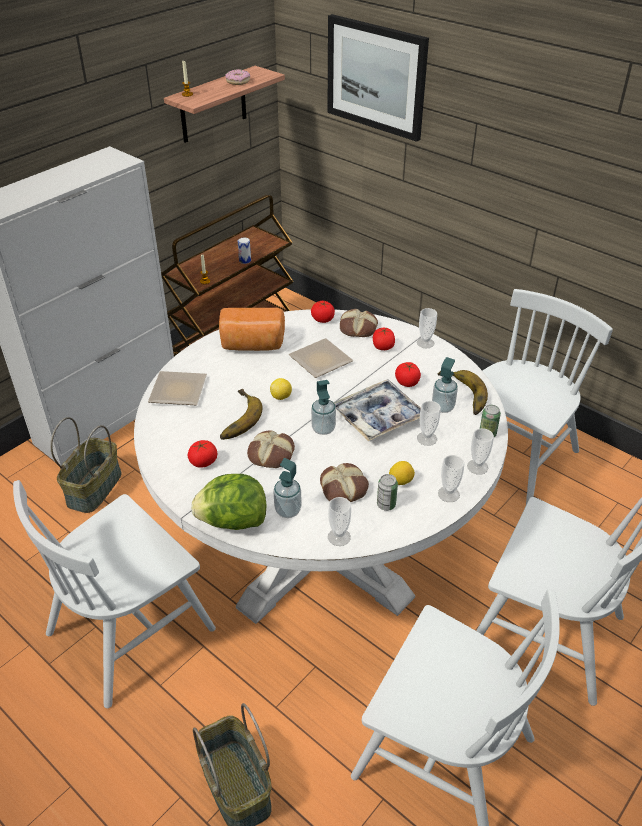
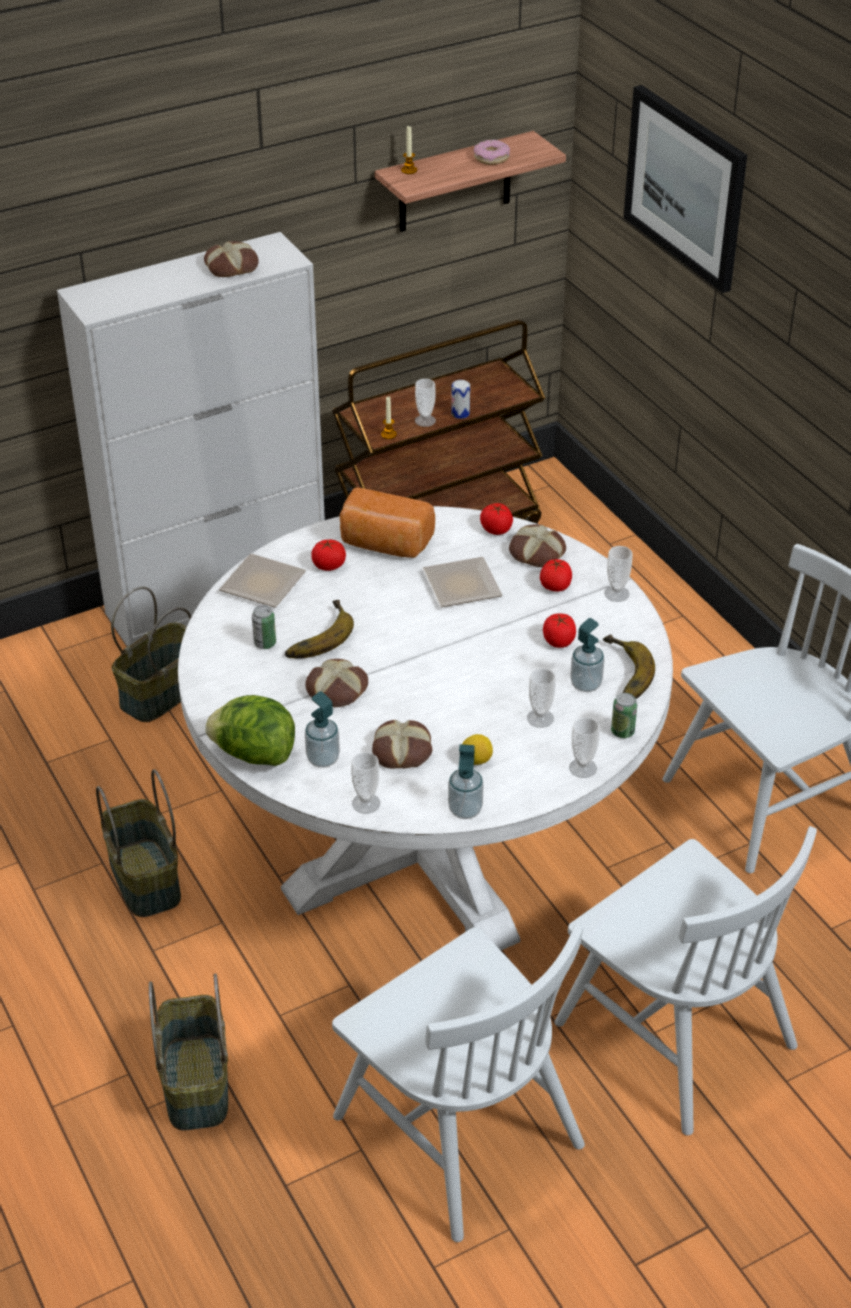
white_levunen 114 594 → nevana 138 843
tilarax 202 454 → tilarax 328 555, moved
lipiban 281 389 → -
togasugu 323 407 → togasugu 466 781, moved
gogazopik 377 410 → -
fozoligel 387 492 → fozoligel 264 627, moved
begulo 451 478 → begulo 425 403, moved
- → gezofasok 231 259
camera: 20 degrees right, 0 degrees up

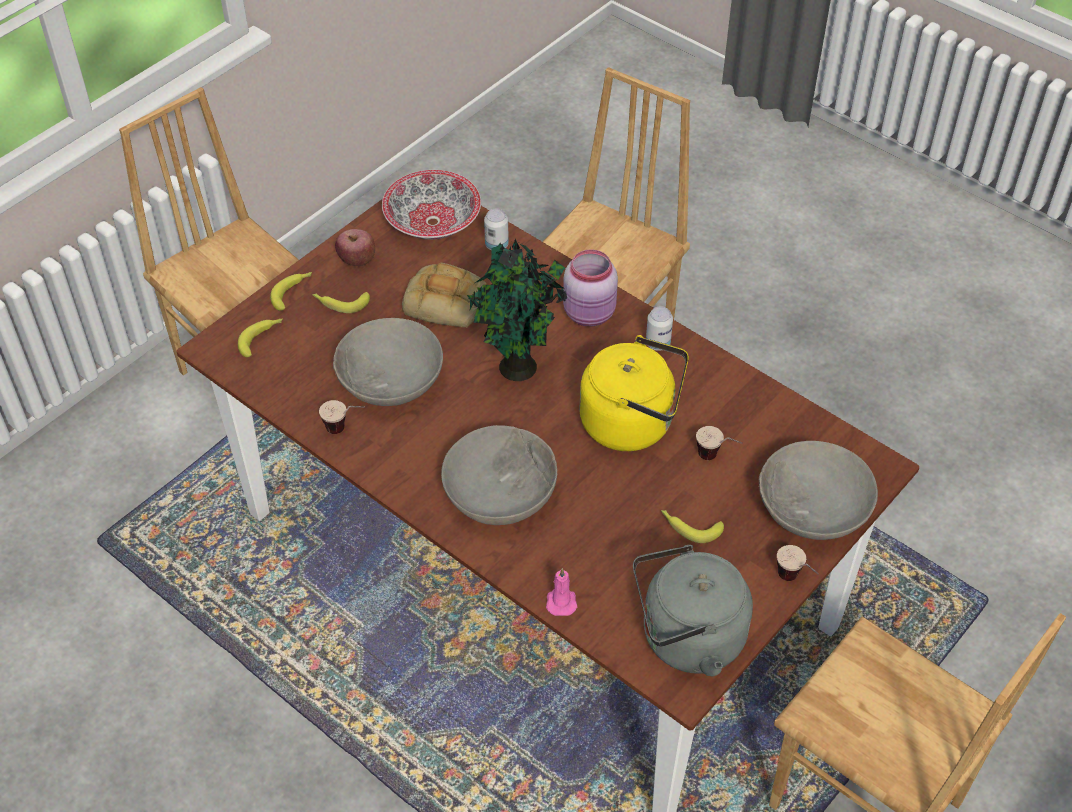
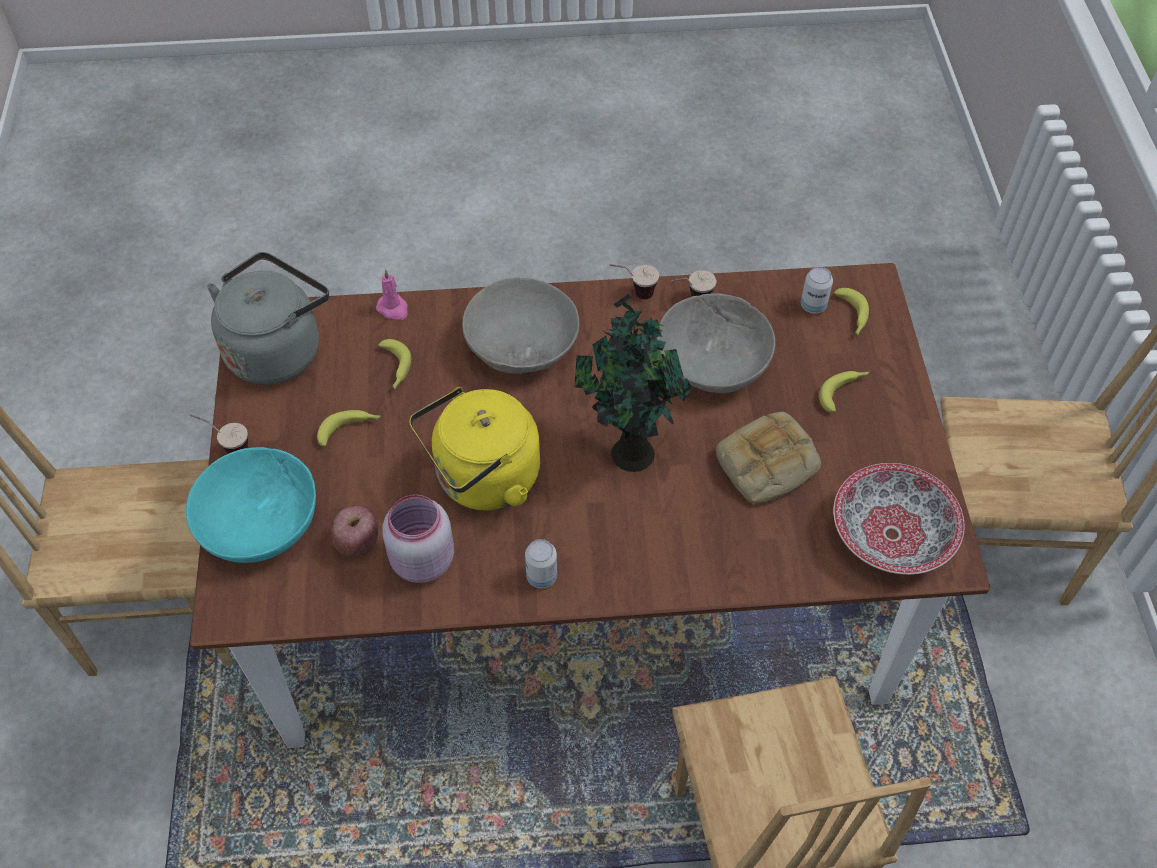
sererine 291 291 → sererine 394 364, moved
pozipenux 355 247 → pozipenux 354 531, moved
fozoligel 496 229 → fozoligel 817 290, moved
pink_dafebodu 590 288 → pink_dafebodu 418 539, moved
begulo 719 443 → begulo 634 281, moved
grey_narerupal 818 490 → turquoise_narerupal 251 505
camera: 135 degrees right, 5 degrees up

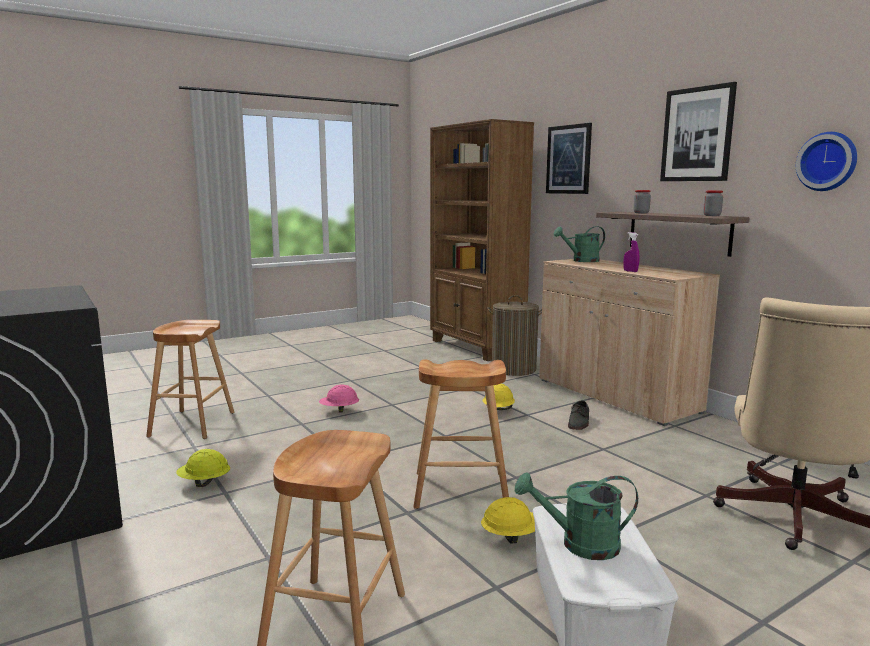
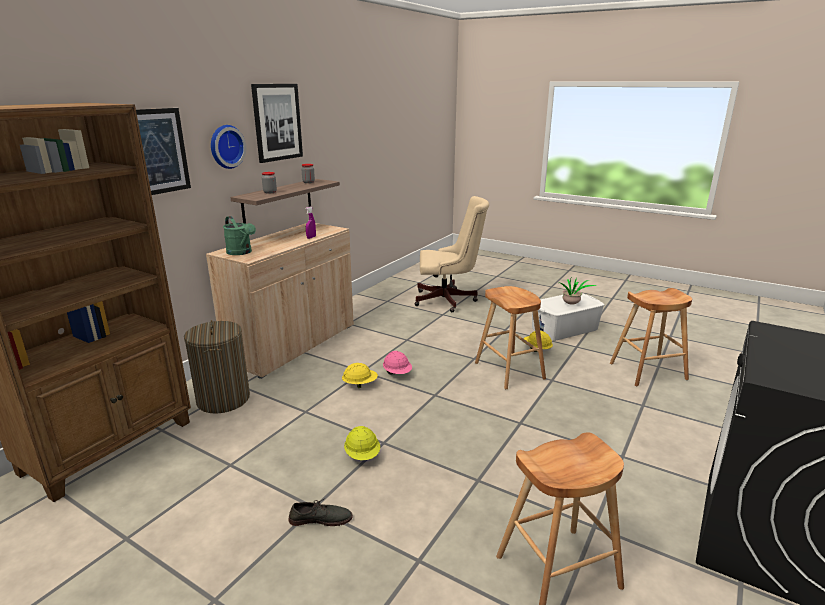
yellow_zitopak 203 468 → yellow_zitopak 362 443, moved
pink_zitopak 339 398 → pink_zitopak 397 362, moved
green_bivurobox 576 516 → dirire 578 291
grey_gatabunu 578 415 → grey_gatabunu 320 512, moved
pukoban 826 161 → pukoban 228 147, moved
camera: 115 degrees left, 10 degrees up

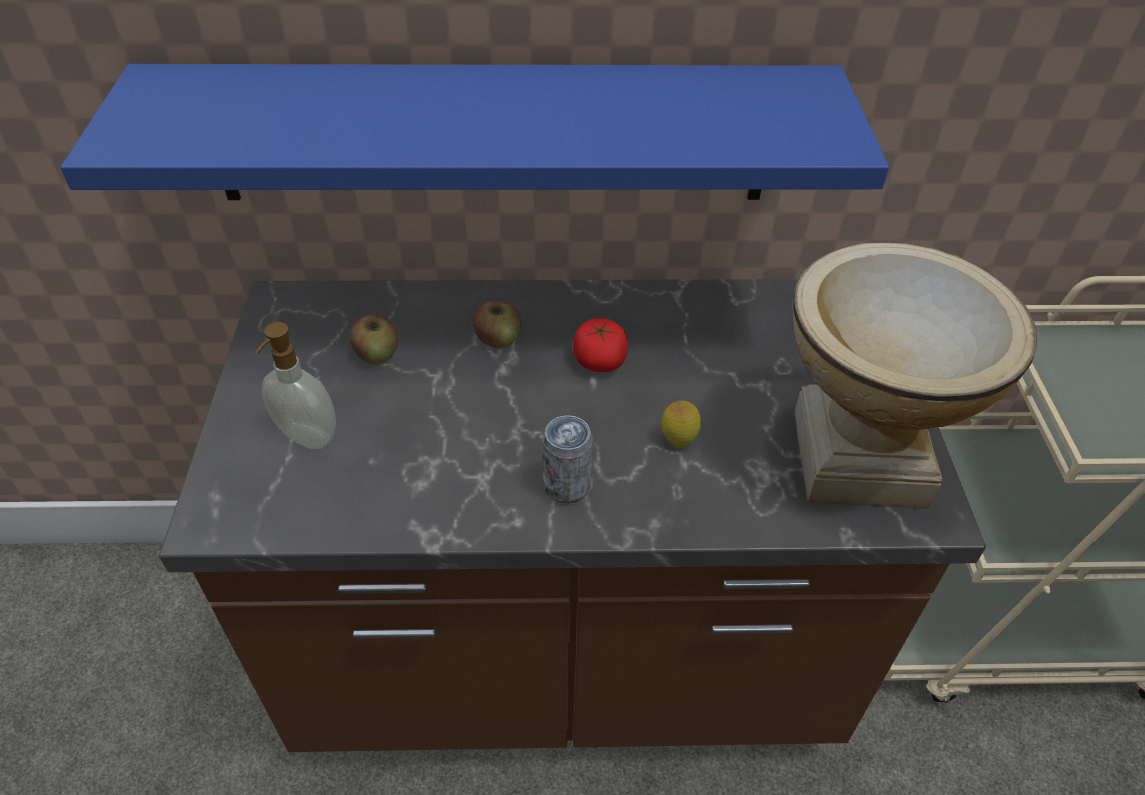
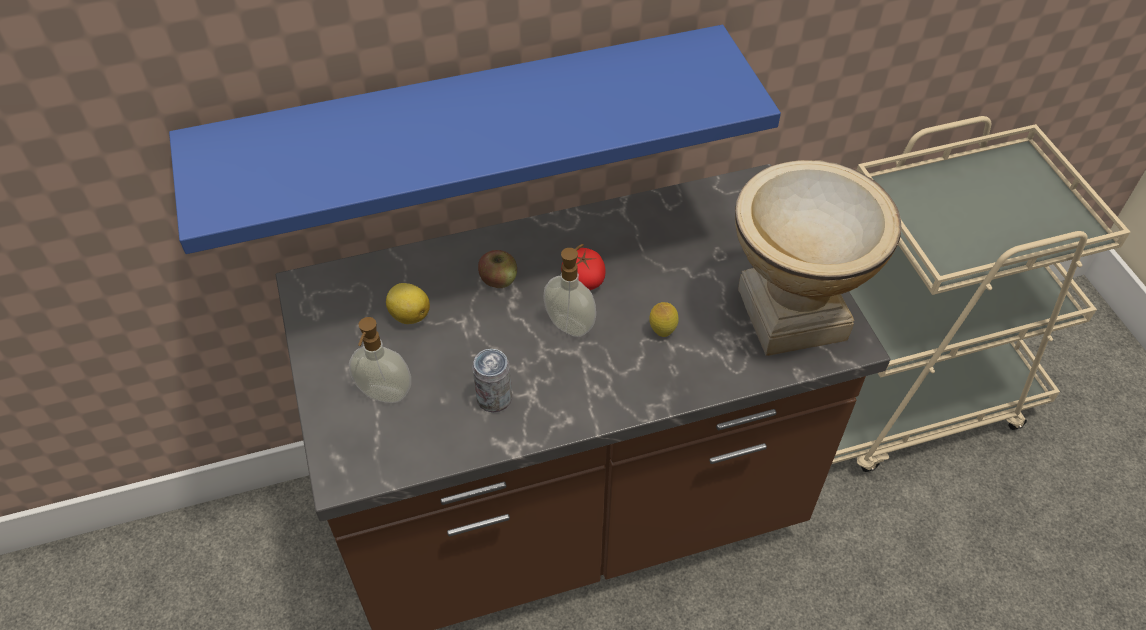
pozipenux 374 340 → lipiban 408 303
fozoligel 567 459 → fozoligel 492 381, moved
- → togasugu 569 290
camera: 15 degrees left, 5 degrees up

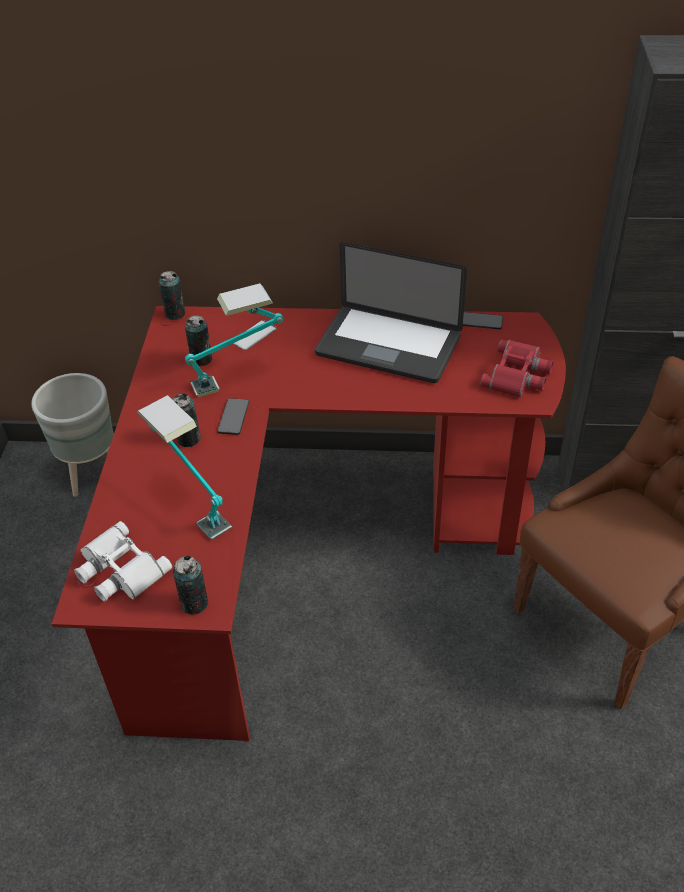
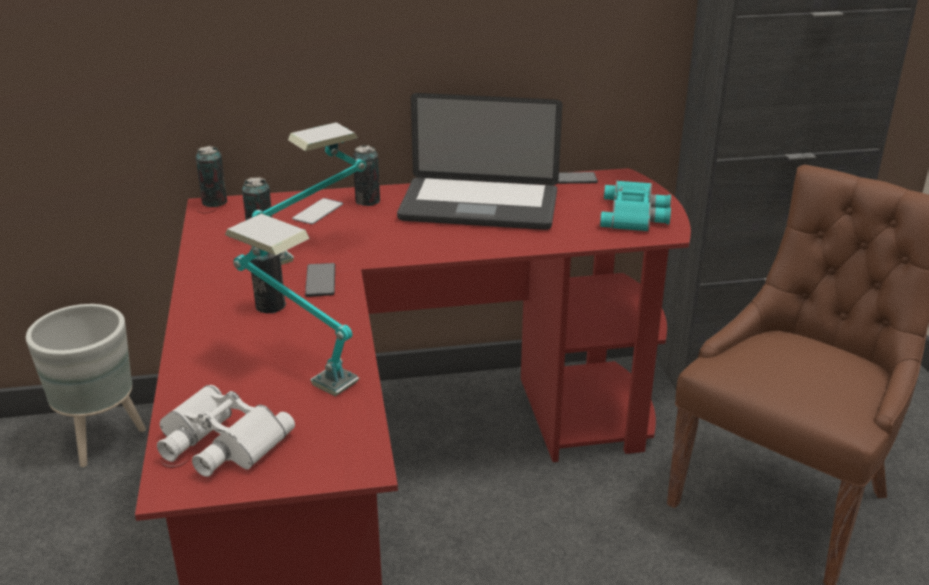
fozoligel 190 585 → fozoligel 366 175, moved
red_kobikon 517 368 → turquoise_kobikon 635 206
camera: 15 degrees left, 15 degrees down

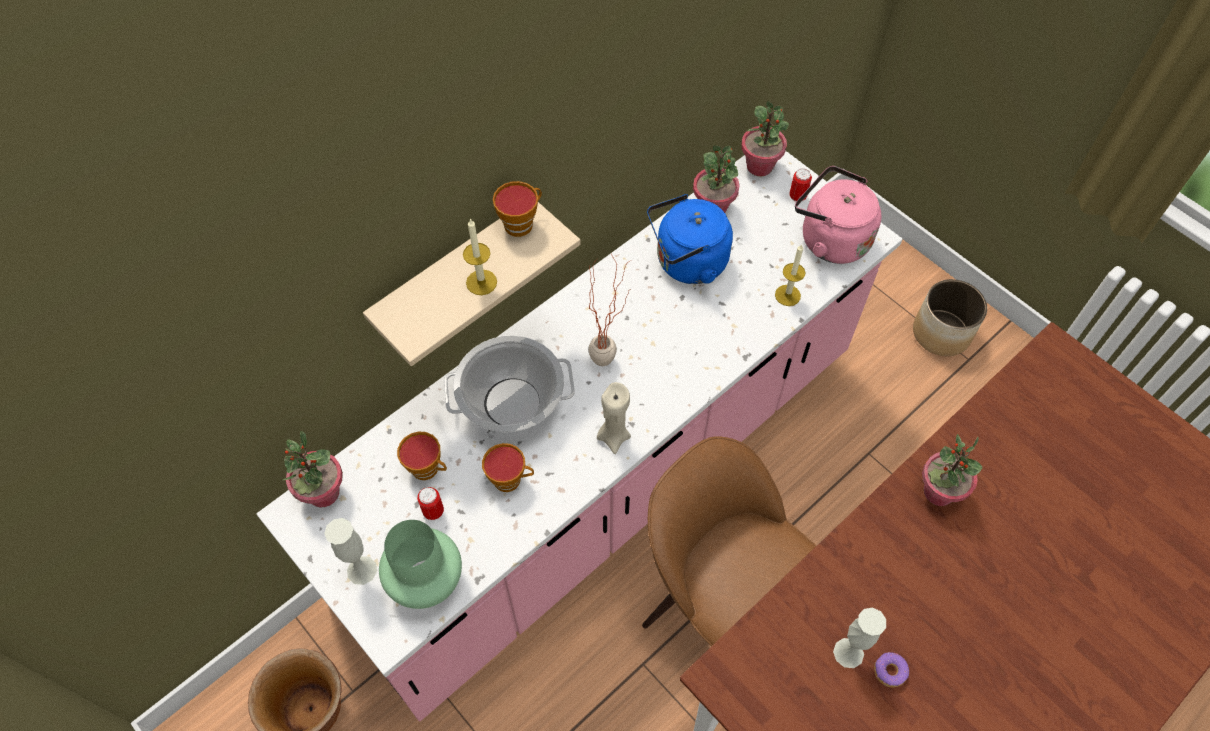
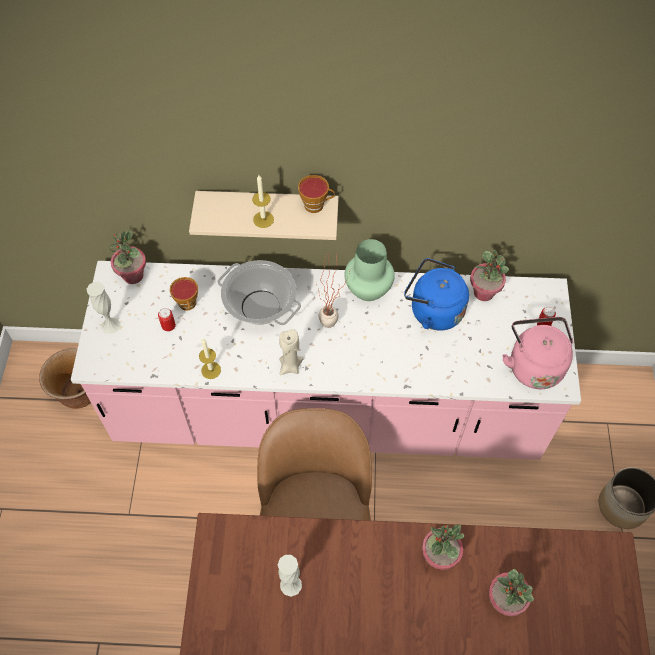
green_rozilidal 420 564 → green_rozilidal 369 270, moved
begulo 508 467 → -
dirire 765 138 → dirire 511 592, moved
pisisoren 790 275 → pisisoren 210 359, moved
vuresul 891 669 → -
camera: 45 degrees right, 0 degrees up

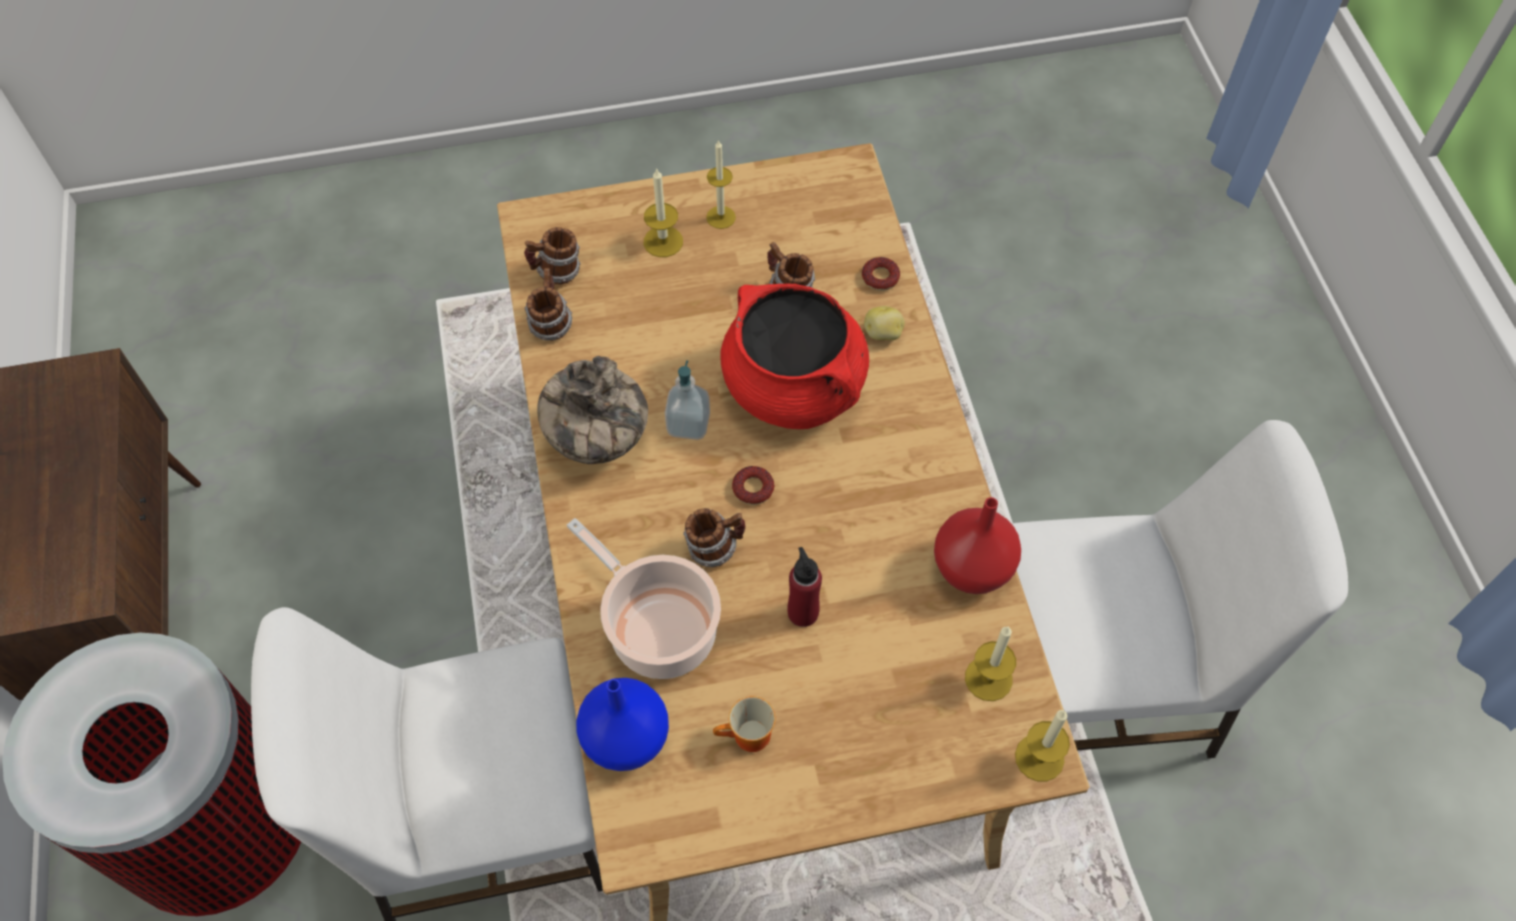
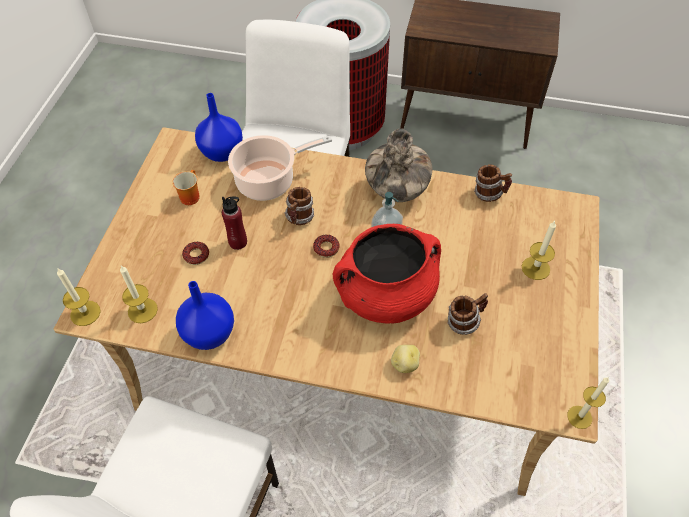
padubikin 552 255 → -
pisisoren 721 184 → pisisoren 588 403, moved
vuresul 881 274 → vuresul 195 253, moved
red_rozilidal 977 545 → blue_rozilidal 205 315
camera: 115 degrees right, 5 degrees down

